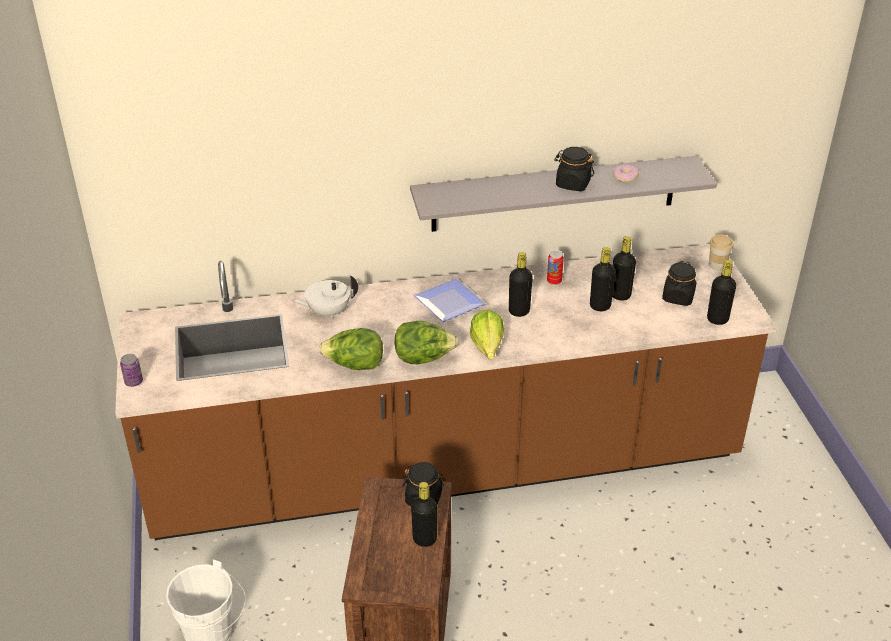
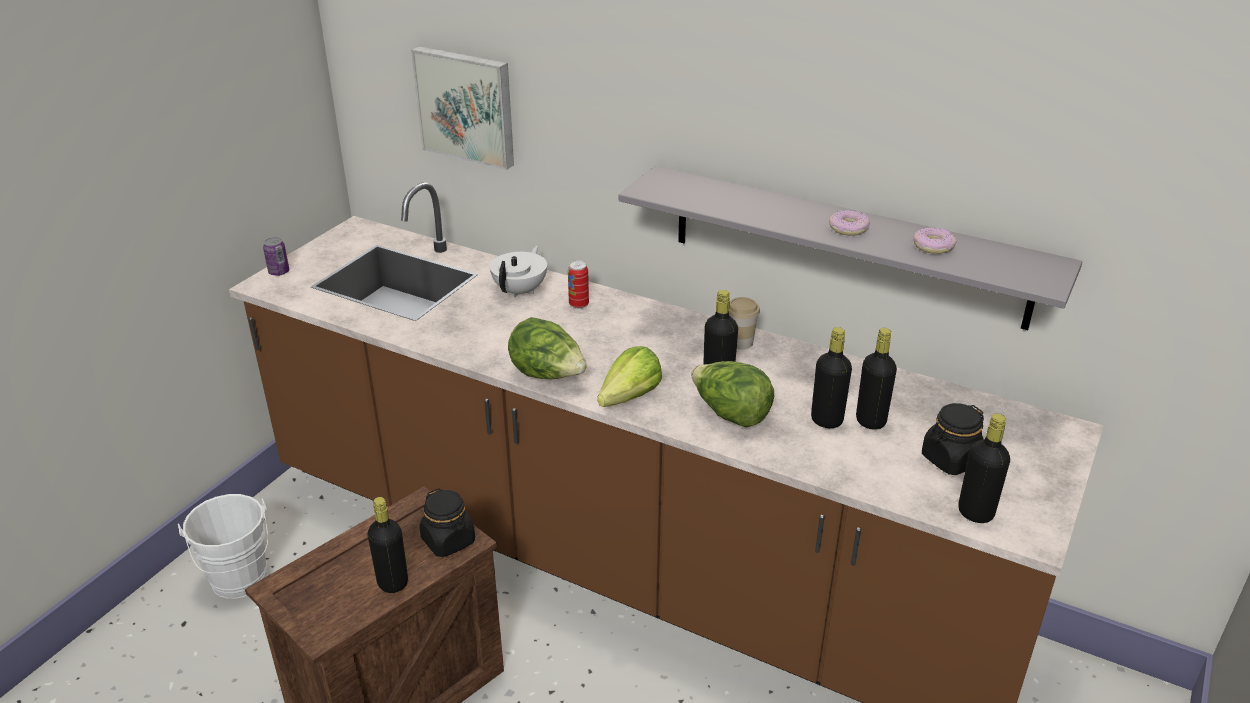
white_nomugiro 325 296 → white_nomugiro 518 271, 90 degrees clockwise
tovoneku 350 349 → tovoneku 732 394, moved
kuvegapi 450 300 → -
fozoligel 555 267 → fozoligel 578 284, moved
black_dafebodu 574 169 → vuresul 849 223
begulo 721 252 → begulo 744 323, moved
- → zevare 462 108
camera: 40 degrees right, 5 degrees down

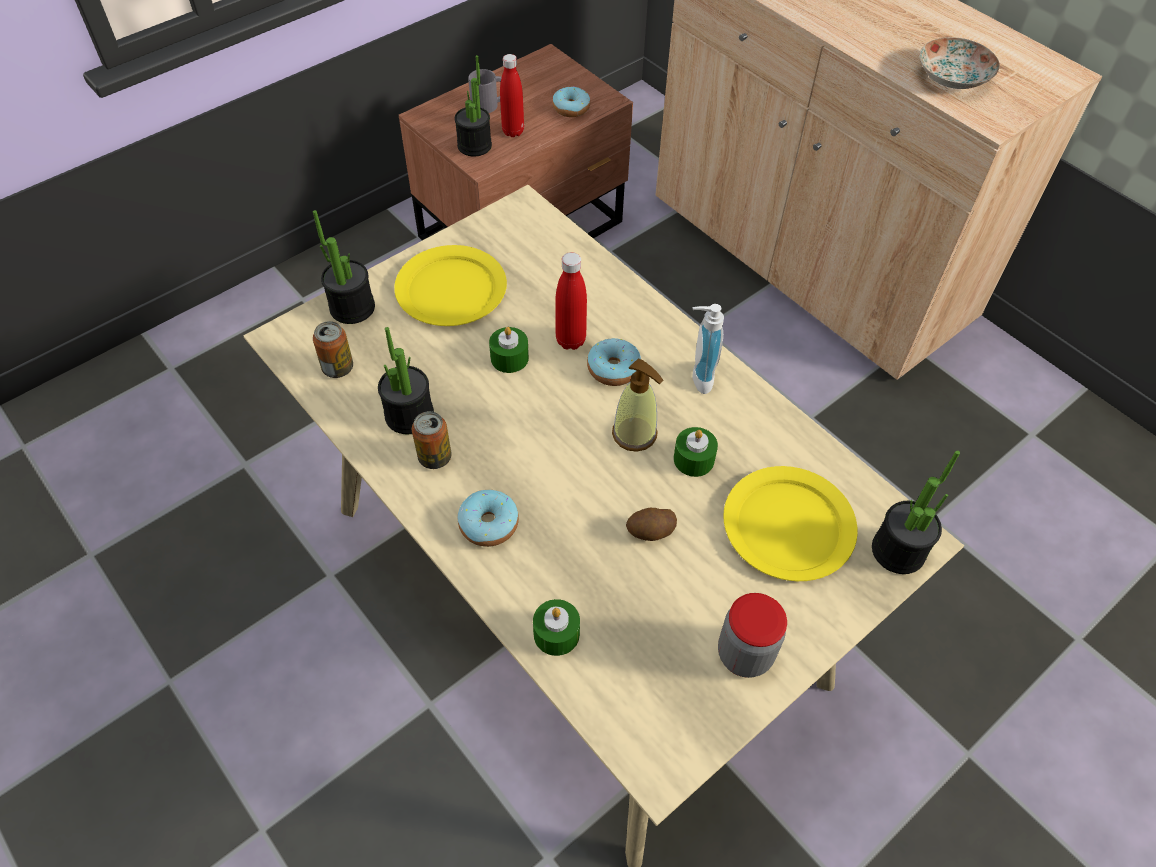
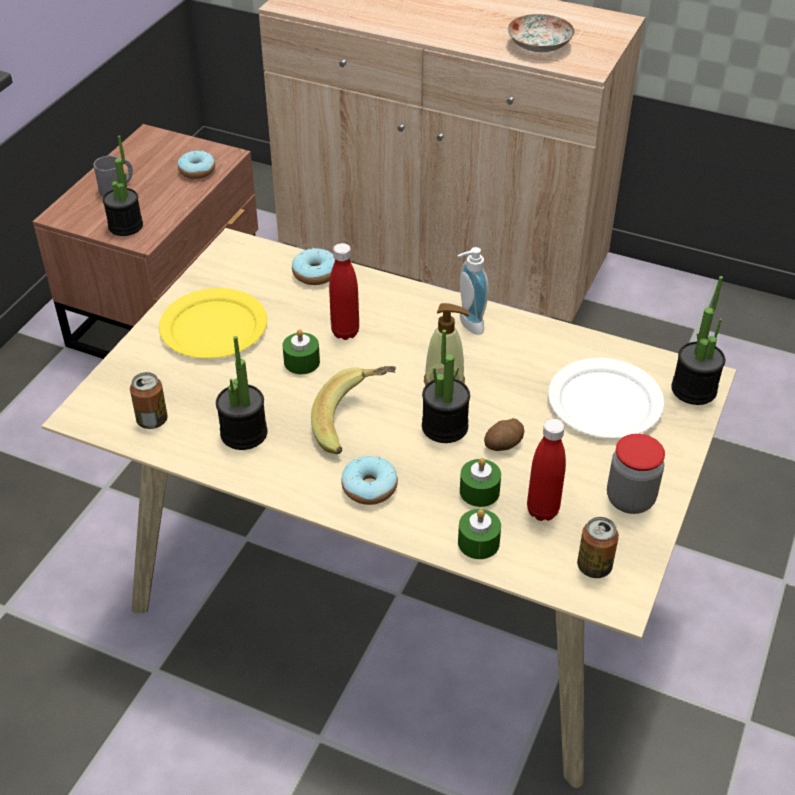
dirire 344 267 → dirire 446 386, moved
fozoligel 432 440 → fozoligel 598 547, moved
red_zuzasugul 512 95 → red_zuzasugul 546 470, moved
vuresul 614 362 → vuresul 313 266, moved
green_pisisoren 696 452 → green_pisisoren 480 482, moved
yellow_kuvegapi 790 523 → white_kuvegapi 606 398
- → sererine 353 410
camera: 25 degrees left, 10 degrees down

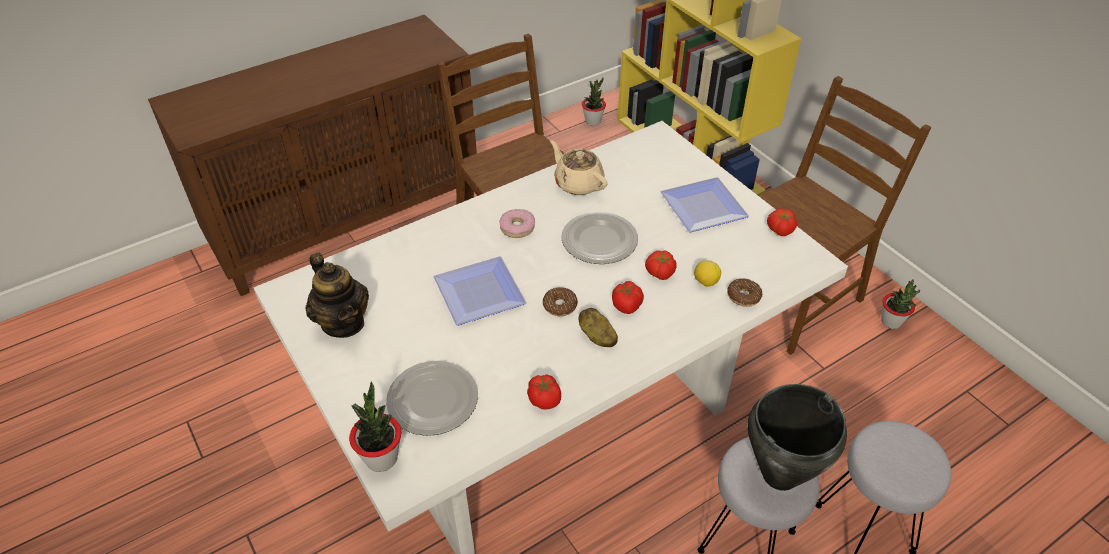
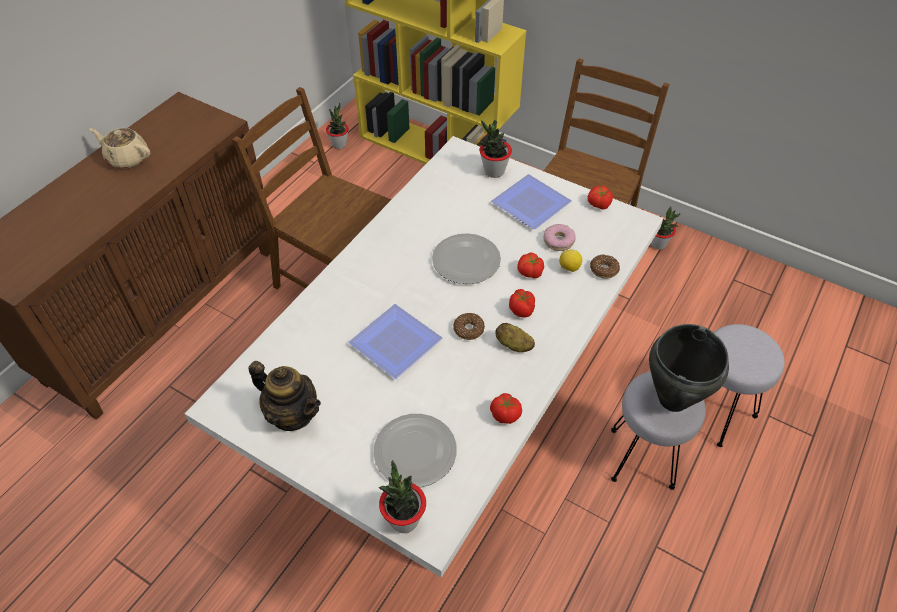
vuresul 517 223 → vuresul 559 237, moved
beige_nomugiro 579 167 → beige_nomugiro 119 148, moved
- → dirire 495 149
camera: 25 degrees left, 5 degrees up

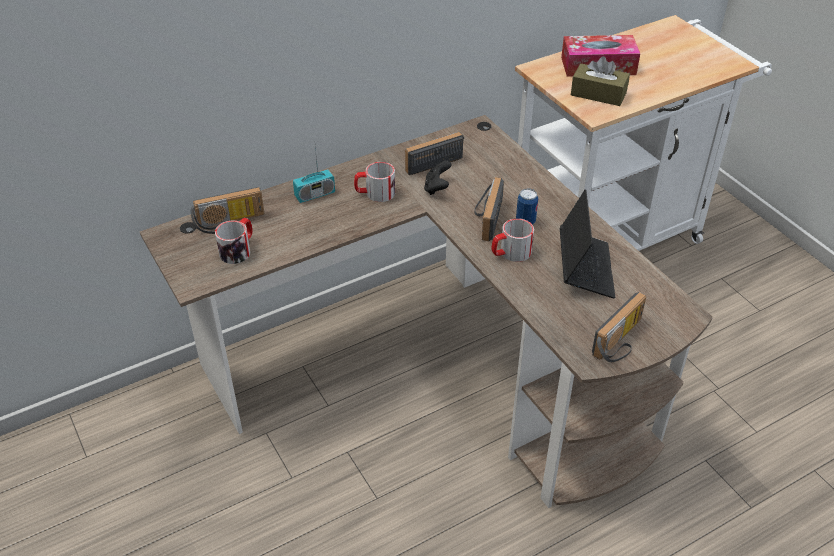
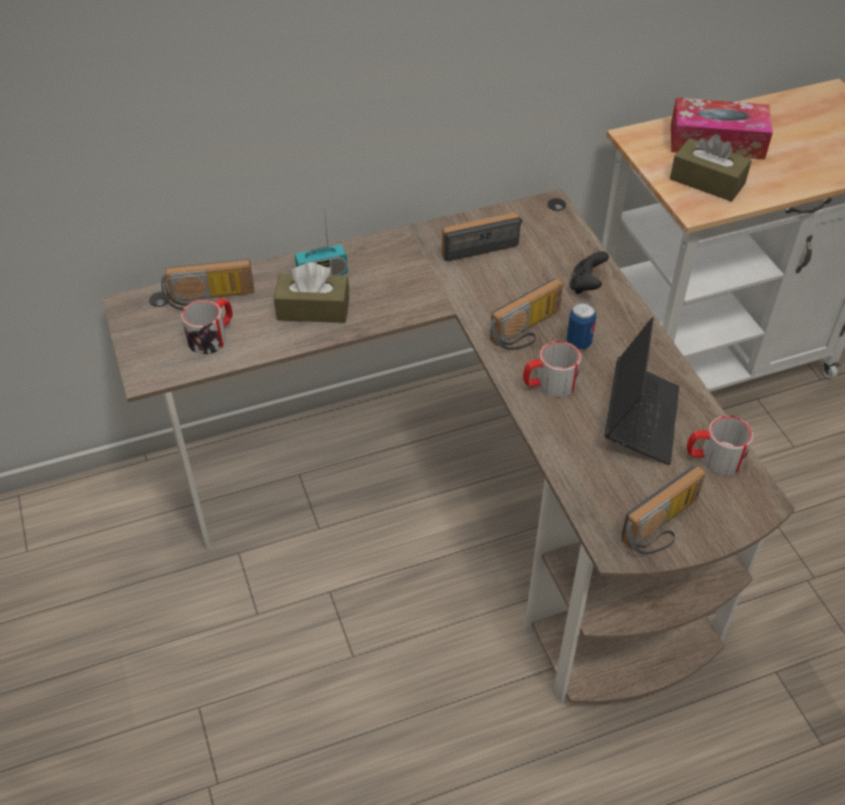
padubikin 374 182 → padubikin 720 445, moved
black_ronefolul 438 177 → black_ronefolul 589 272, moved
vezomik 489 209 → vezomik 526 314, 150 degrees counterclockwise
- → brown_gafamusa 311 292
camera: 10 degrees right, 5 degrees up

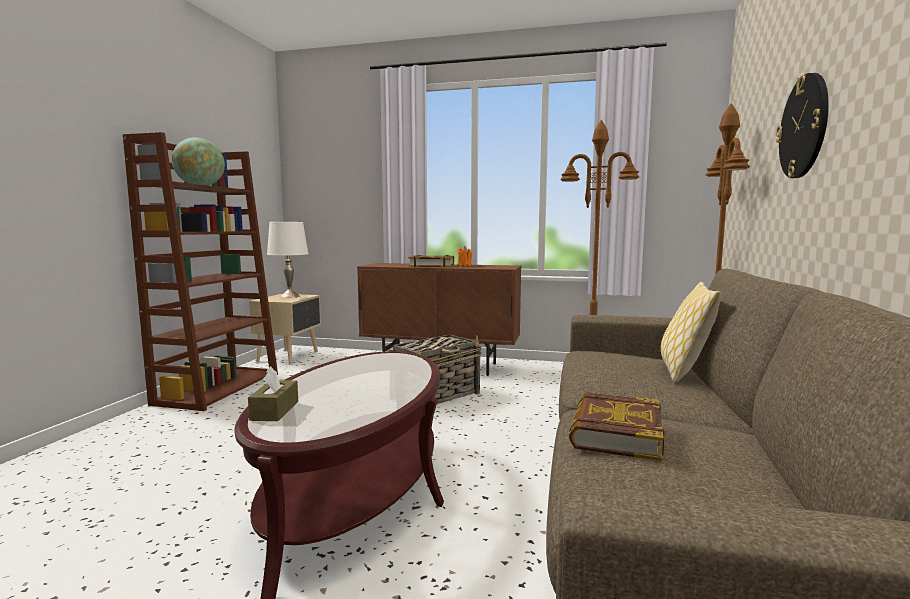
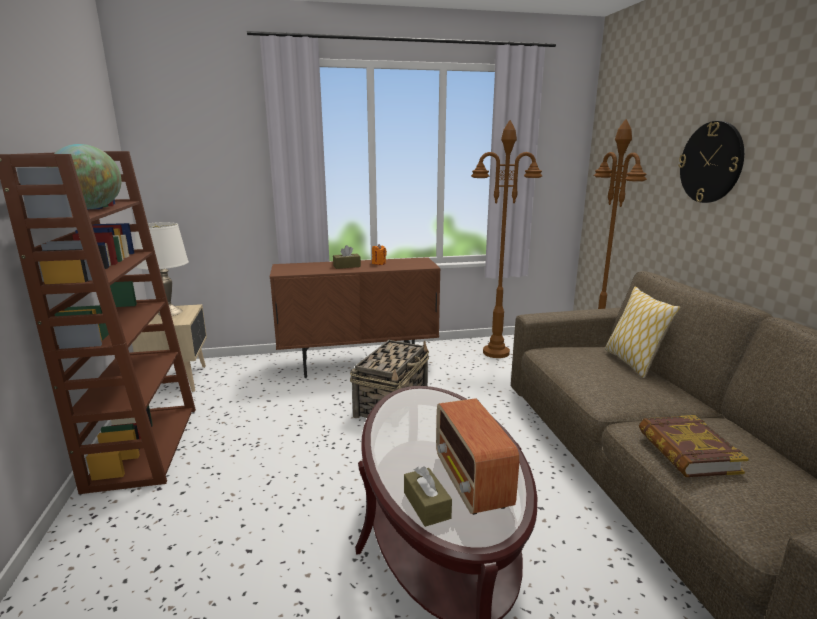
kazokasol 431 261 → brown_gafamusa 347 257
- → vezomik 477 456
camera: 25 degrees left, 10 degrees up

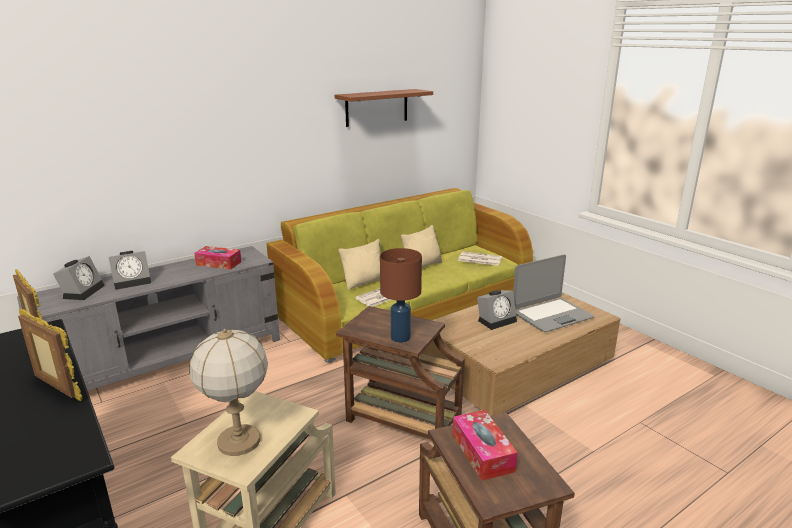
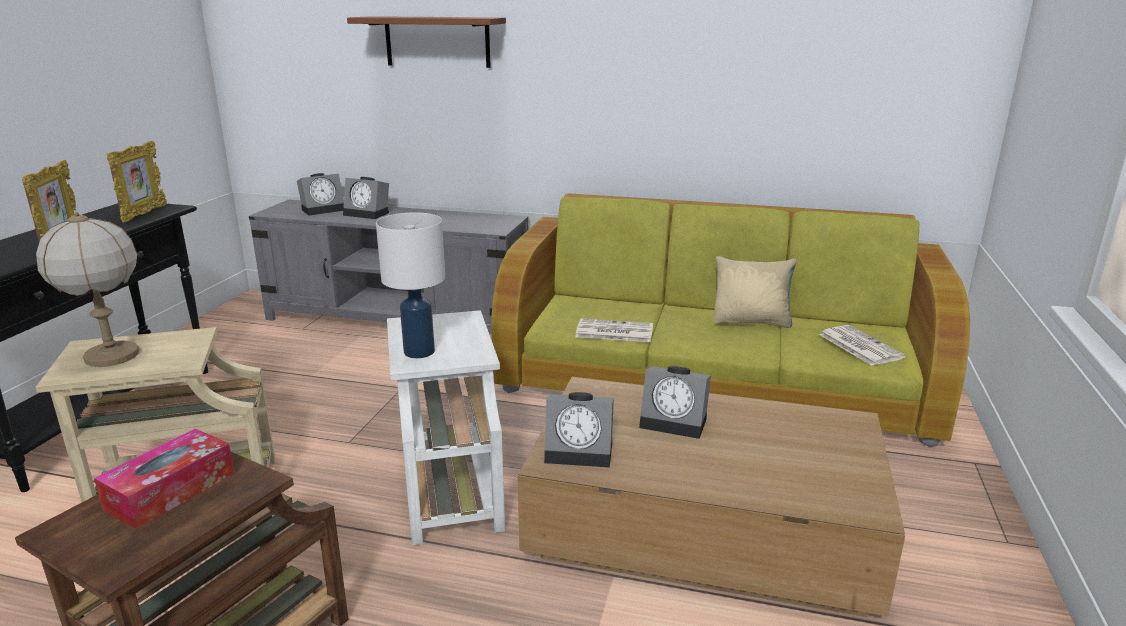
gafamusa 217 258 → -
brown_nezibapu 384 108 → brown_nezibapu 426 42, moved
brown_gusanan 400 373 → white_gusanan 446 427
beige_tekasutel 359 264 → -
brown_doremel 401 295 → white_doremel 410 285
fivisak 554 293 → -
- → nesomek 579 429
camera: 50 degrees right, 0 degrees up

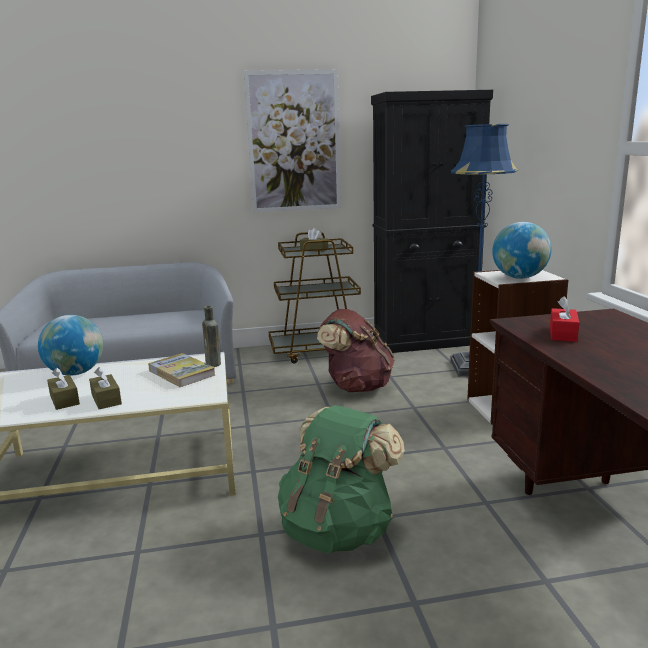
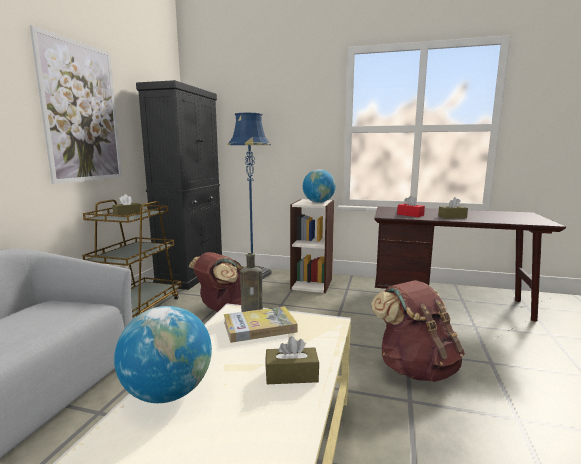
brown_gafamusa 63 388 → brown_gafamusa 453 208, moved
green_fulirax 341 479 → brown_fulirax 418 331
camera: 65 degrees left, 5 degrees down

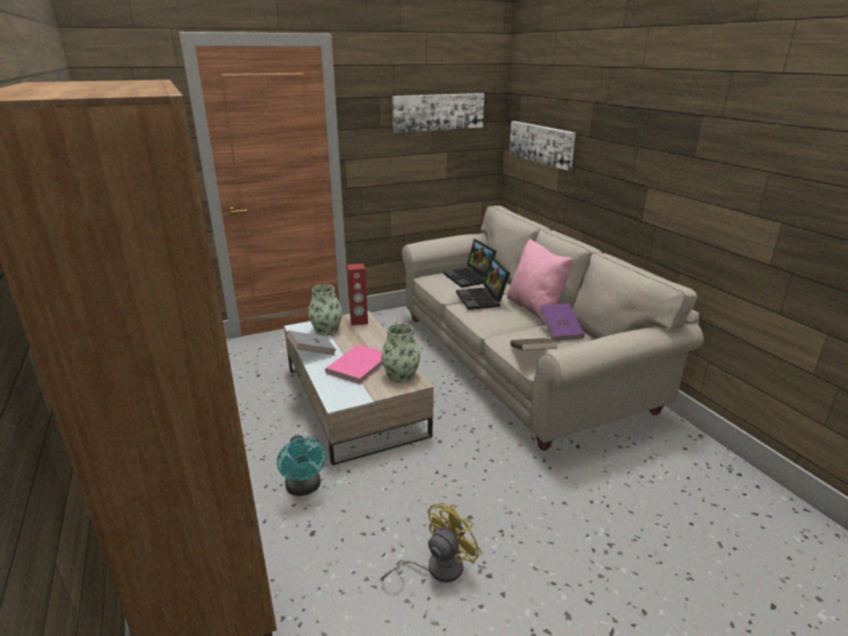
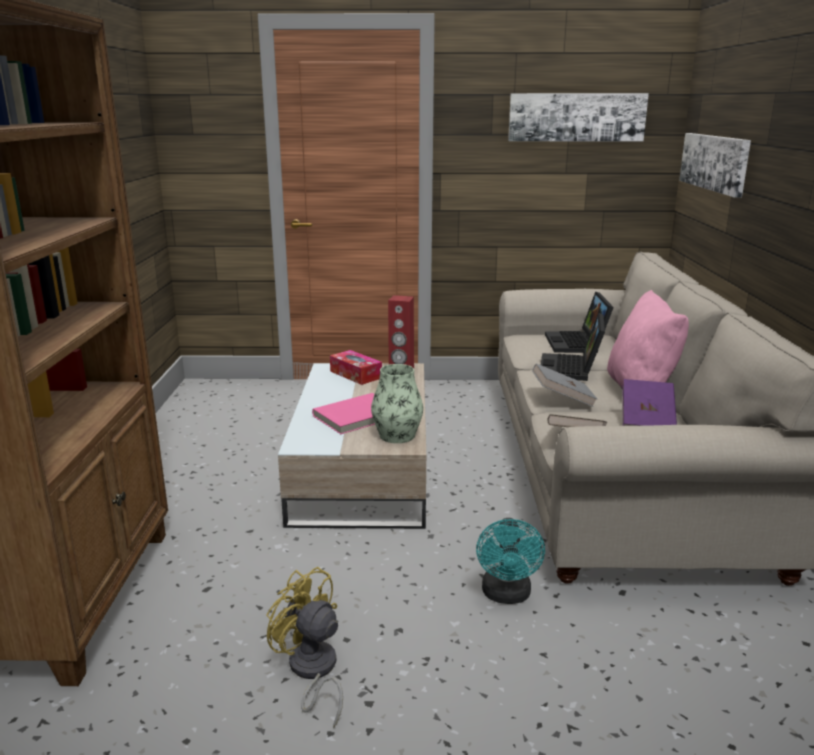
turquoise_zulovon 301 465 → turquoise_zulovon 510 561, moved
grey_kazokasol 311 342 → grey_kazokasol 564 385, moved
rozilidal 325 309 → gafamusa 356 367
yellow_zulovon 432 543 → yellow_zulovon 304 647, 120 degrees counterclockwise
camera: 25 degrees right, 5 degrees down

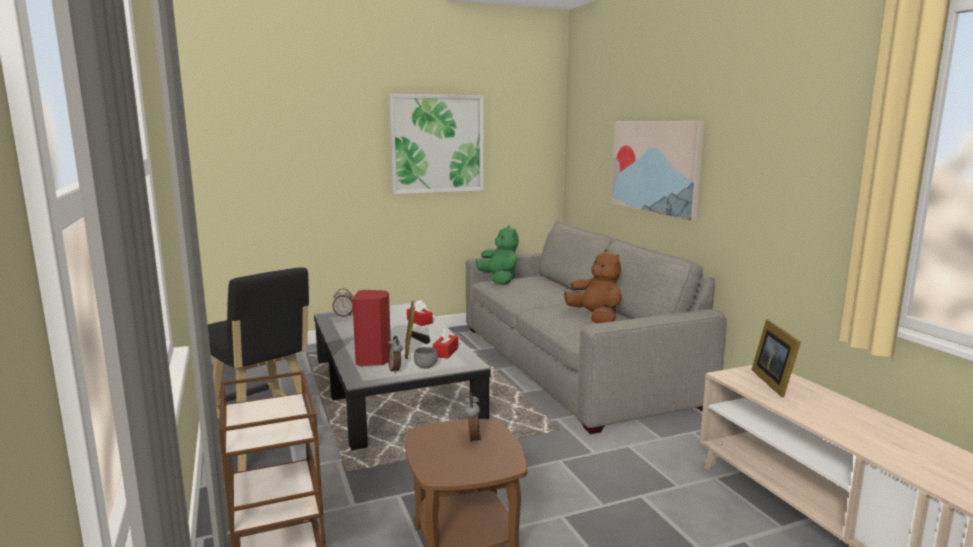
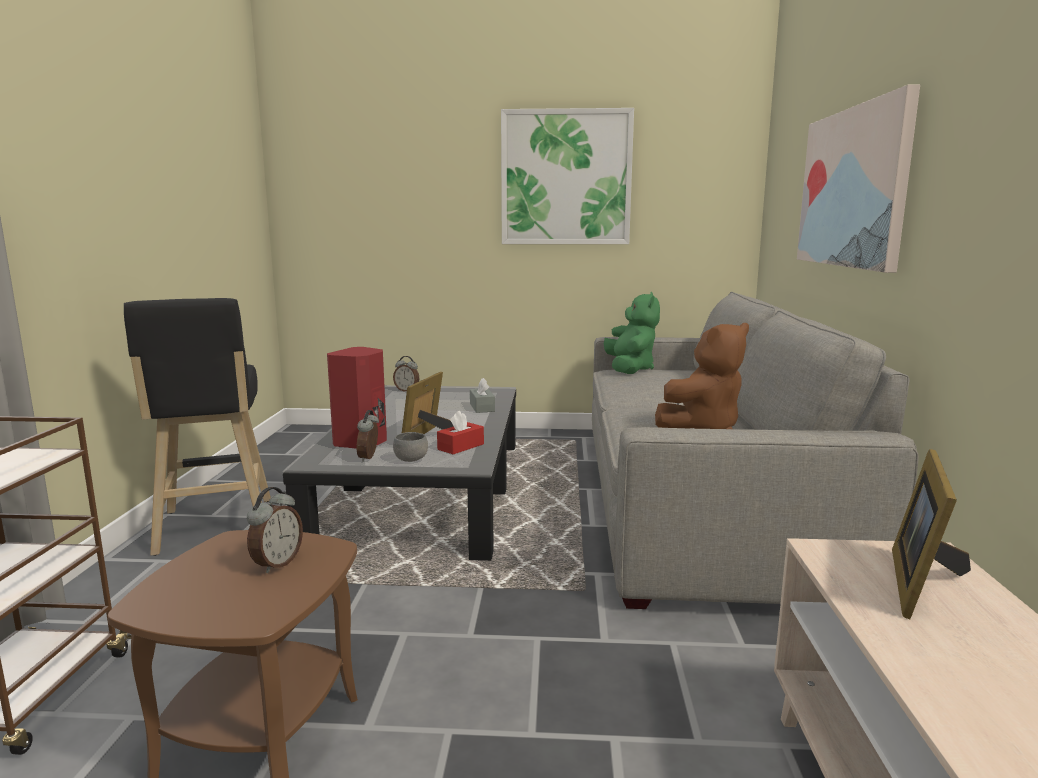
red_gafamusa 420 313 → grey_gafamusa 482 395
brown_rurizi 593 286 → brown_rurizi 702 376, 60 degrees clockwise
camera: 25 degrees right, 0 degrees up

